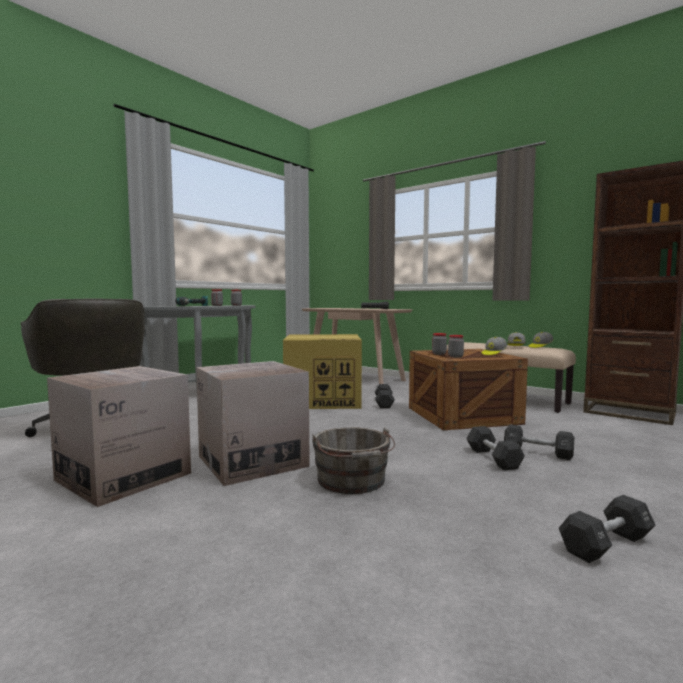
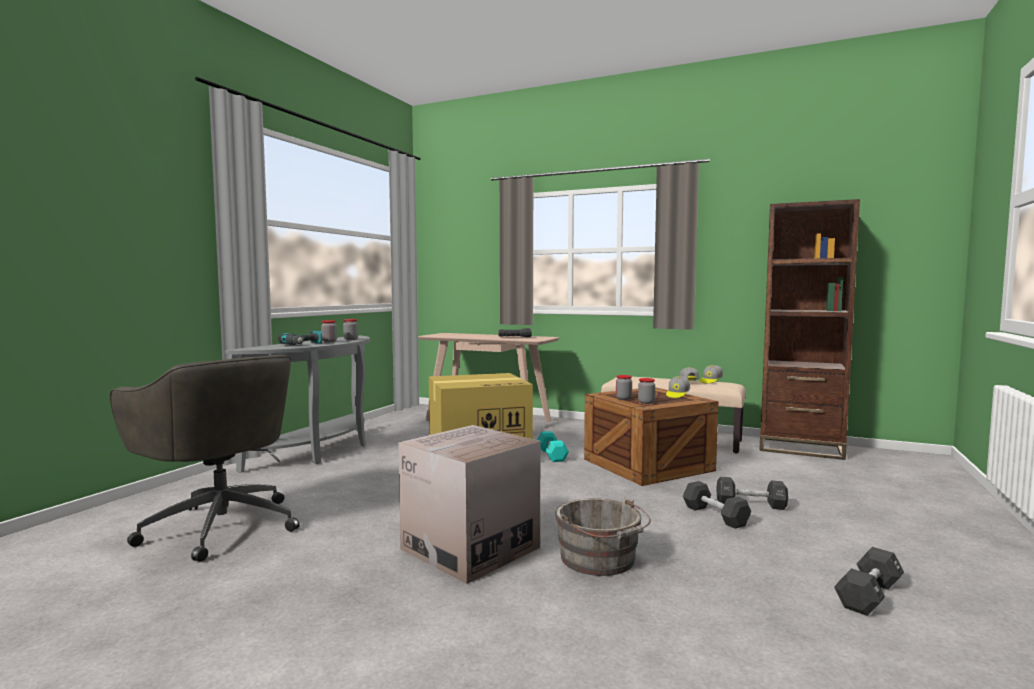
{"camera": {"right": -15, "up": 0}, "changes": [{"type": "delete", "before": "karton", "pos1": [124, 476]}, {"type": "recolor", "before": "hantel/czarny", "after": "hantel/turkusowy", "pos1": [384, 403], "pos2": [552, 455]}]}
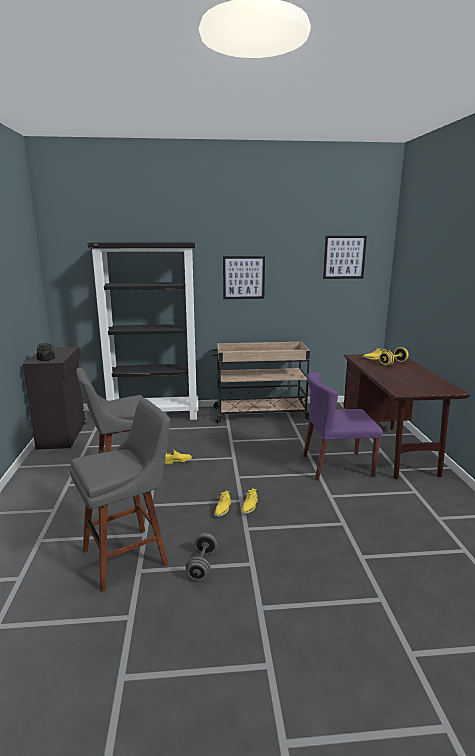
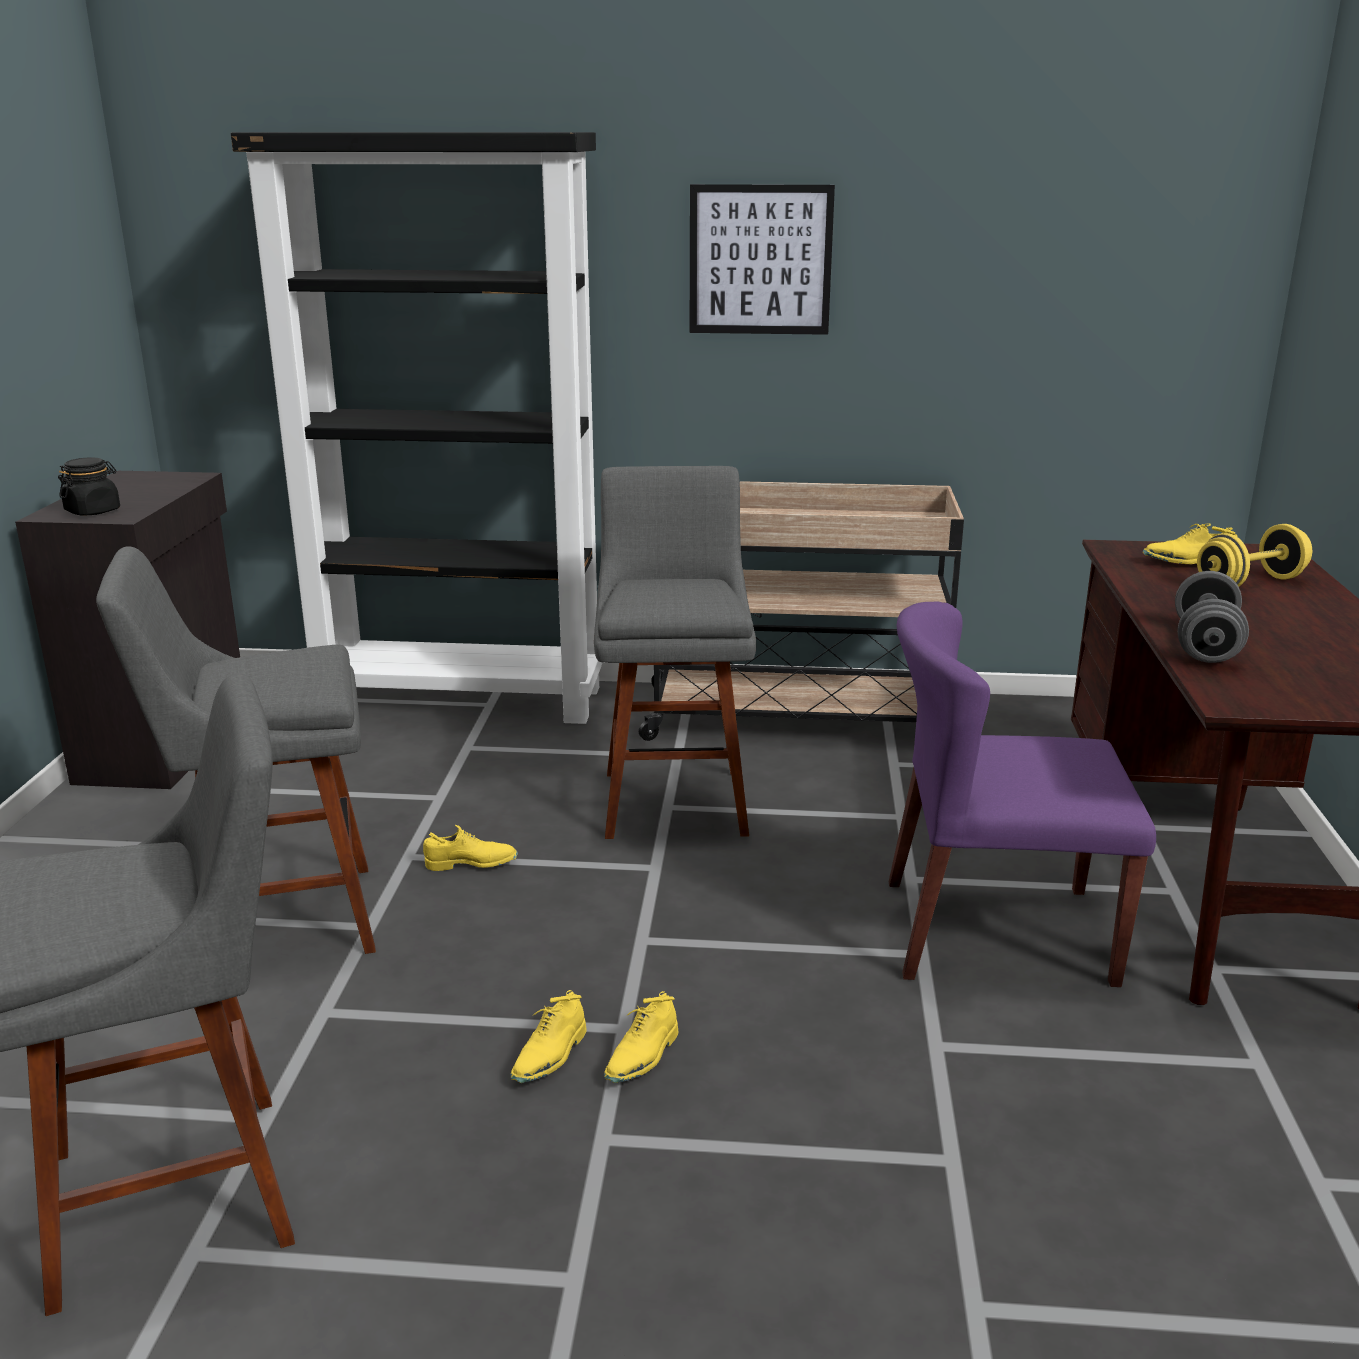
{"camera": {"right": 10, "up": 5}, "changes": [{"type": "delete", "before": "obraz", "pos1": [344, 257]}, {"type": "move", "before": "hantel/szary", "pos1": [202, 565], "pos2": [1205, 645]}, {"type": "insert", "after": "stołek/szary", "pos2": [674, 798]}]}
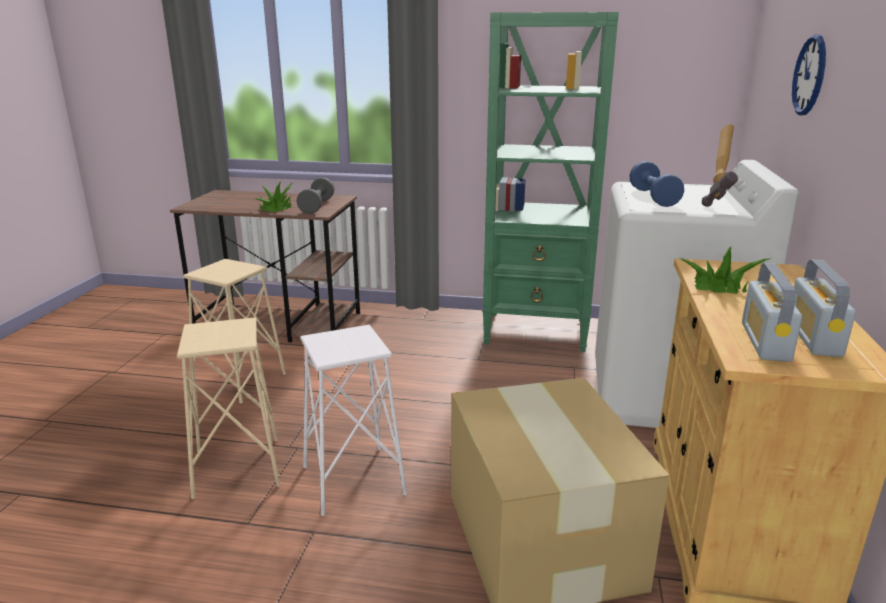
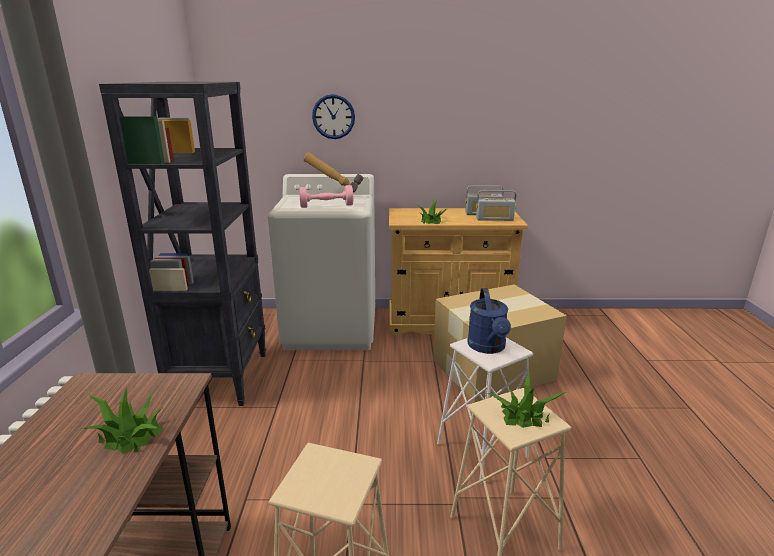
{"camera": {"right": -100, "up": 0}, "changes": [{"type": "recolor", "before": "regał/zielony", "after": "regał/czarny", "pos1": [537, 332], "pos2": [221, 377]}, {"type": "recolor", "before": "hantel/niebieski", "after": "hantel/różowy", "pos1": [653, 197], "pos2": [326, 206]}, {"type": "delete", "before": "hantel/szary", "pos1": [317, 206]}, {"type": "insert", "after": "konewka/niebieski", "pos2": [488, 348]}, {"type": "insert", "after": "roślina doniczkowa", "pos2": [523, 415]}]}
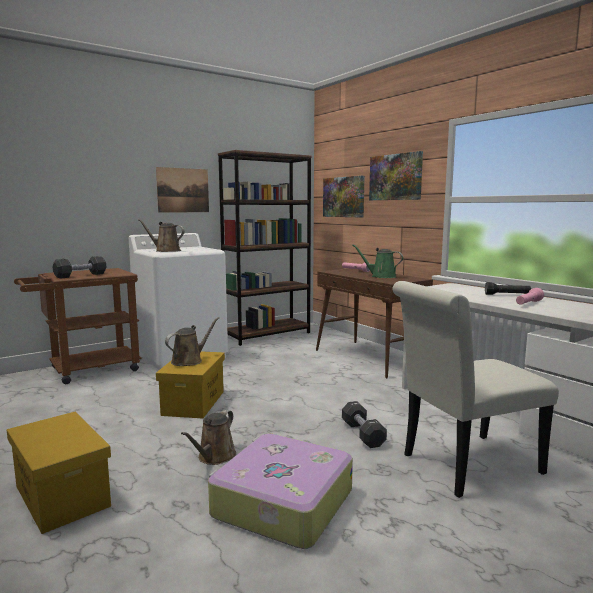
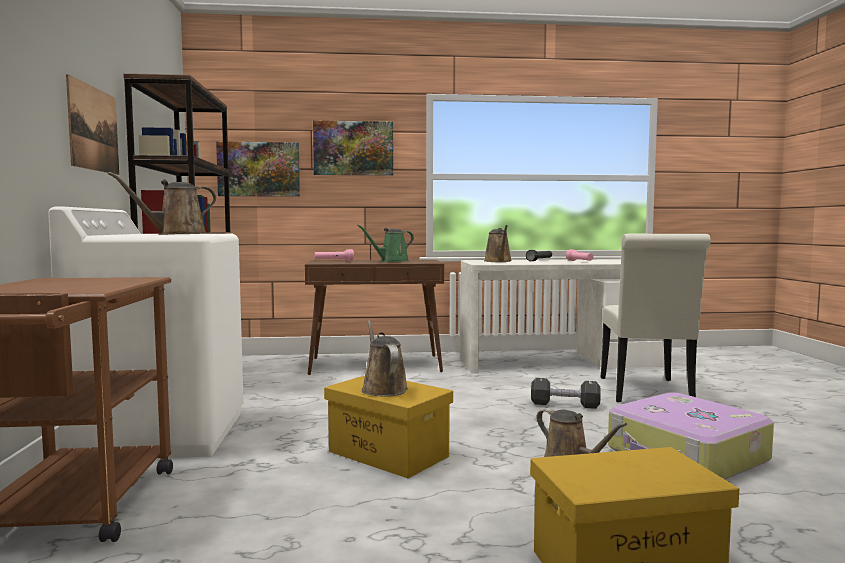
{"camera": {"right": -60, "up": -5}, "changes": [{"type": "delete", "before": "hantel/czarny", "pos1": [80, 275]}, {"type": "insert", "after": "konewka/brązowy", "pos2": [498, 261]}]}
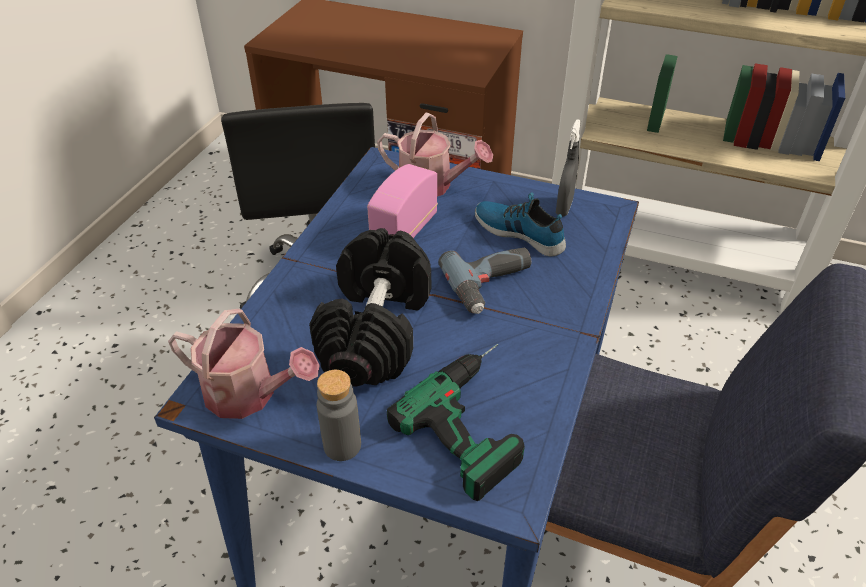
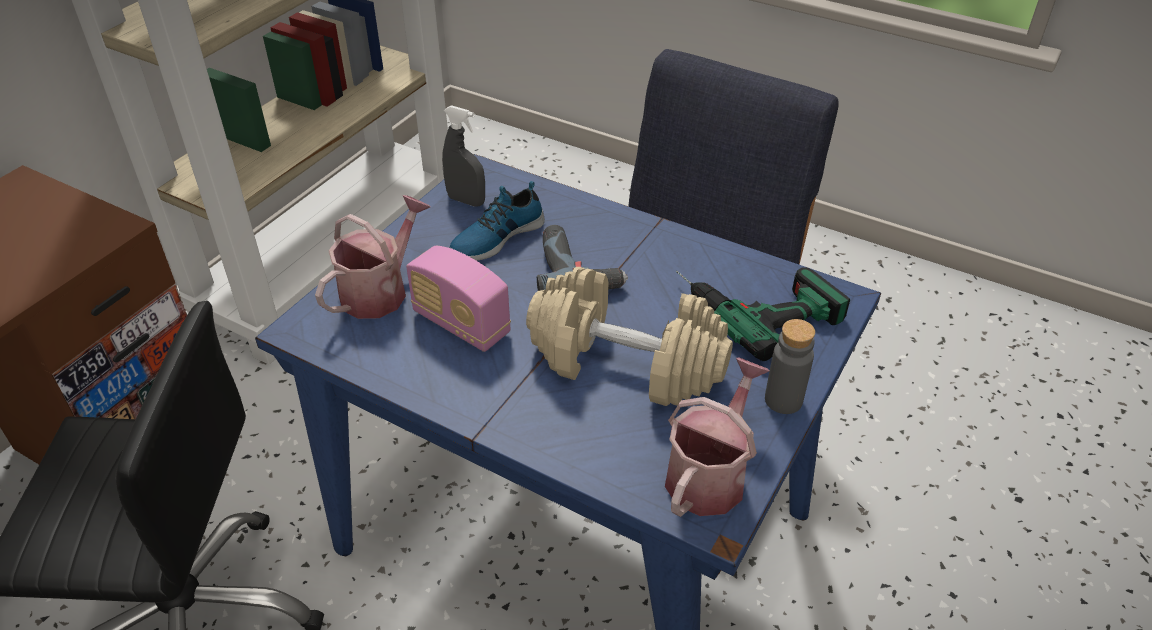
{"camera": {"right": -80, "up": 0}, "changes": [{"type": "recolor", "before": "hantel/czarny", "after": "hantel/beżowy", "pos1": [374, 329], "pos2": [625, 363]}]}
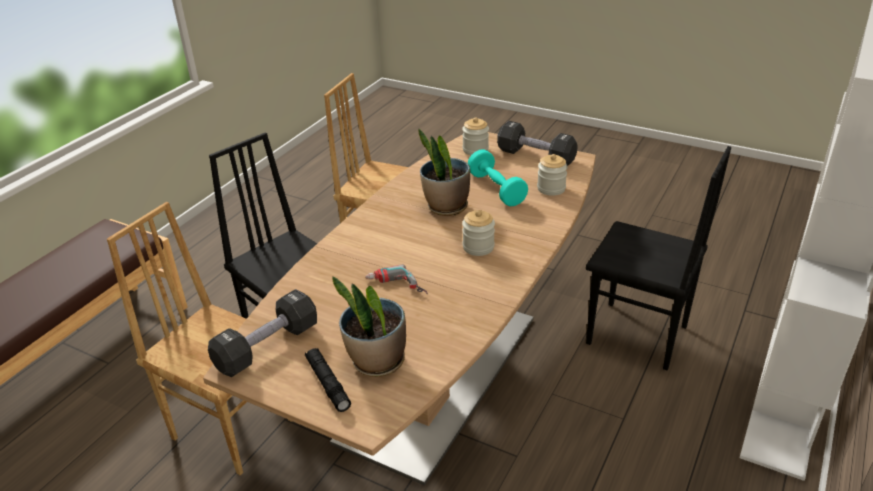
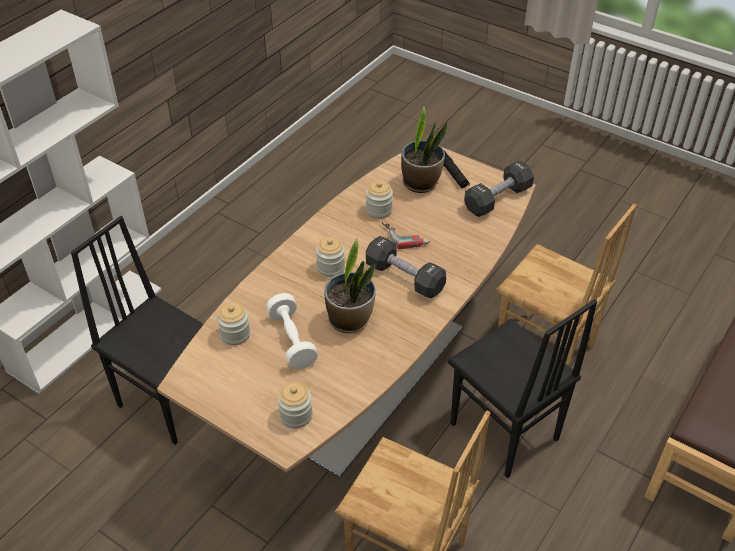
{"camera": {"right": -175, "up": 10}, "changes": [{"type": "move", "before": "hantel/czarny", "pos1": [536, 156], "pos2": [404, 277]}, {"type": "recolor", "before": "hantel/turkusowy", "after": "hantel/biały", "pos1": [496, 189], "pos2": [292, 340]}, {"type": "insert", "after": "słoik", "pos2": [379, 210]}]}
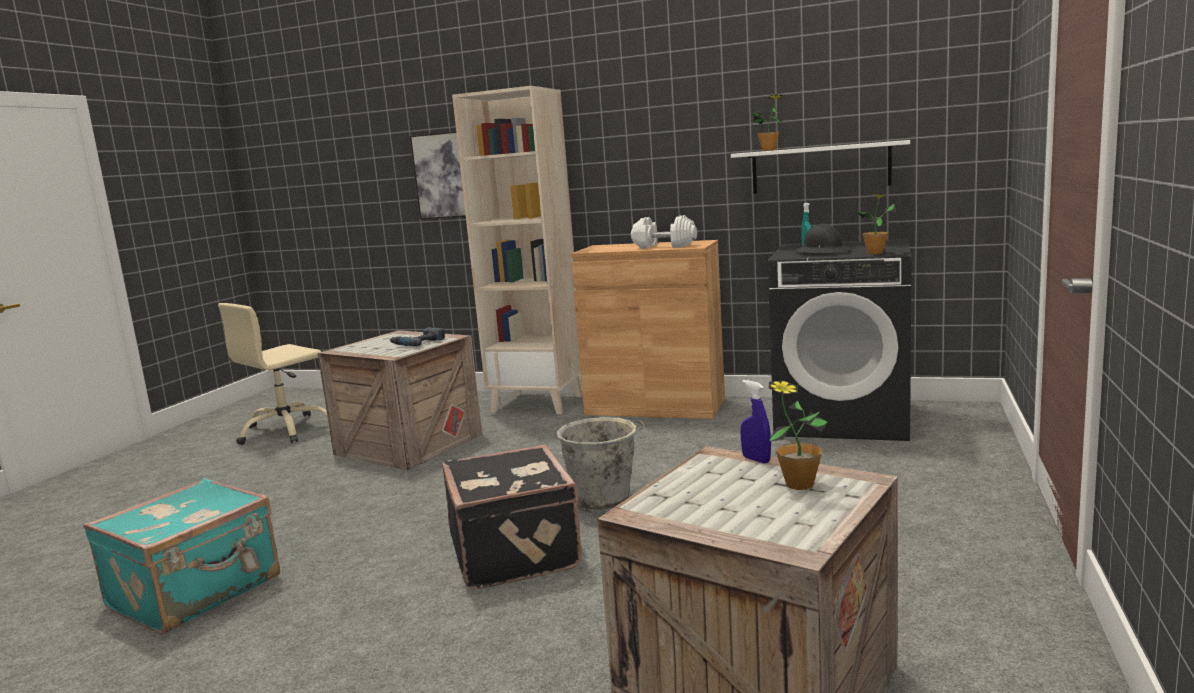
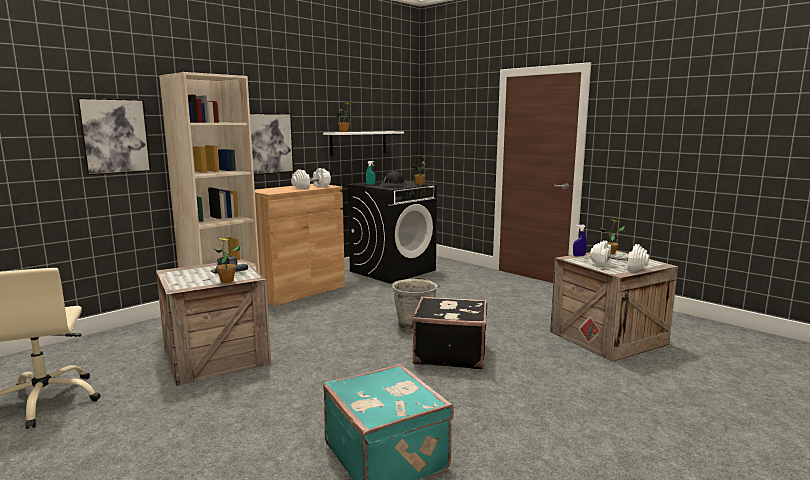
{"camera": {"right": -65, "up": 0}, "changes": [{"type": "insert", "after": "obraz", "pos2": [270, 143]}, {"type": "insert", "after": "roślina doniczkowa", "pos2": [227, 281]}, {"type": "insert", "after": "hantel/biały", "pos2": [618, 266]}]}
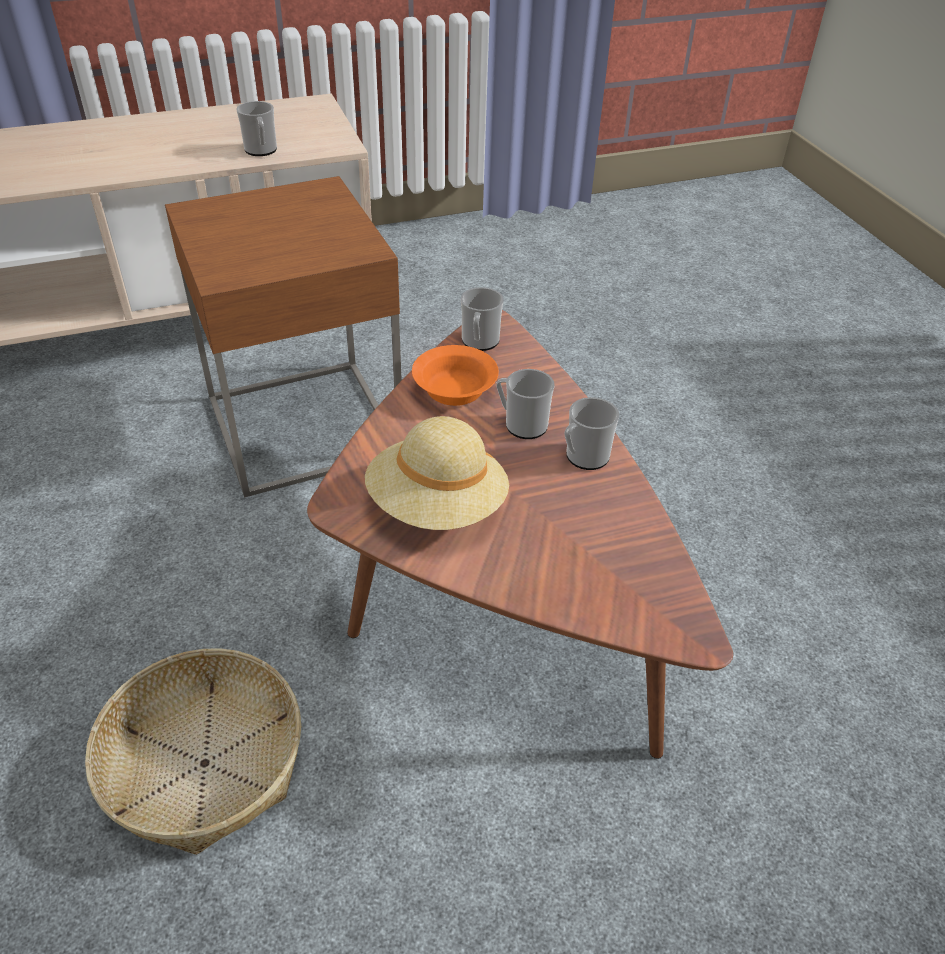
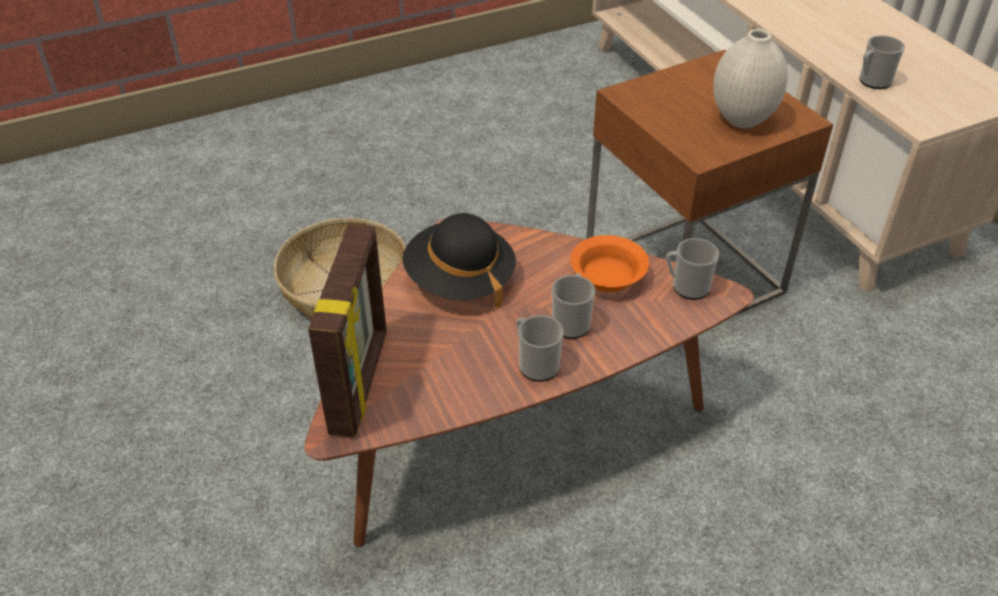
{"camera": {"right": 85, "up": 0}, "changes": [{"type": "recolor", "before": "kapelusz/beżowy", "after": "kapelusz/czarny", "pos1": [437, 506], "pos2": [459, 280]}, {"type": "insert", "after": "wazon/biały", "pos2": [743, 120]}, {"type": "insert", "after": "ramka na zdjęcie", "pos2": [361, 382]}]}
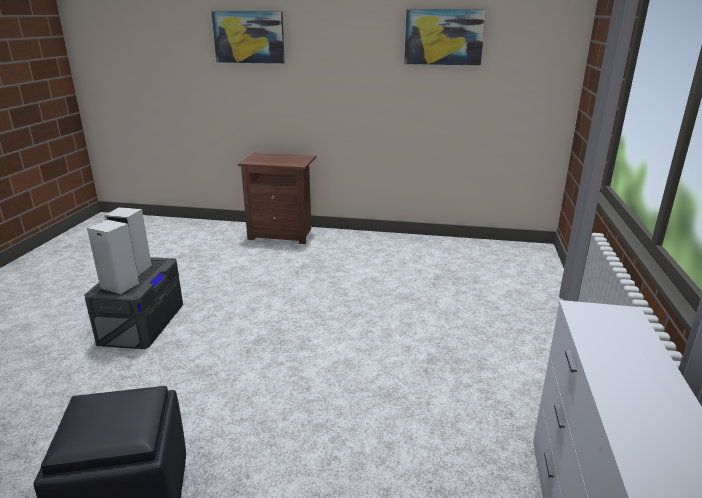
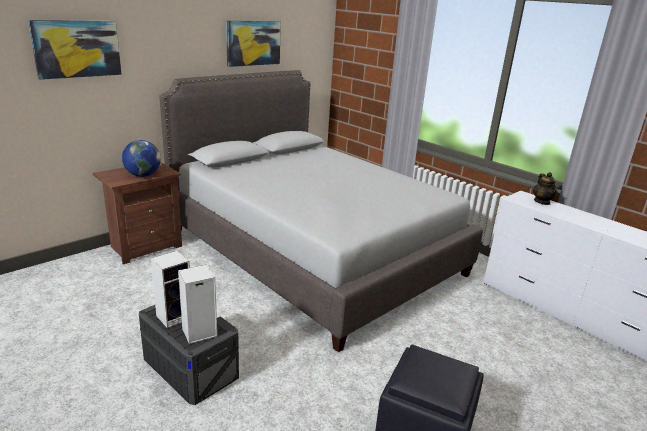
{"camera": {"right": -55, "up": 0}, "changes": [{"type": "insert", "after": "łóżko/szary", "pos2": [313, 251]}, {"type": "insert", "after": "globus", "pos2": [143, 175]}, {"type": "insert", "after": "imbryk", "pos2": [542, 202]}]}
